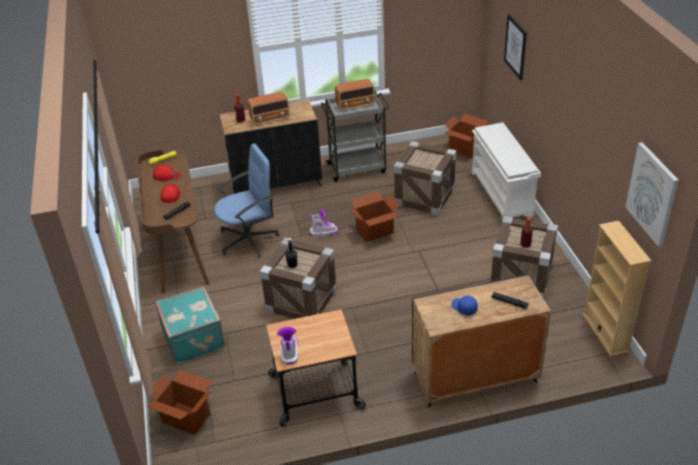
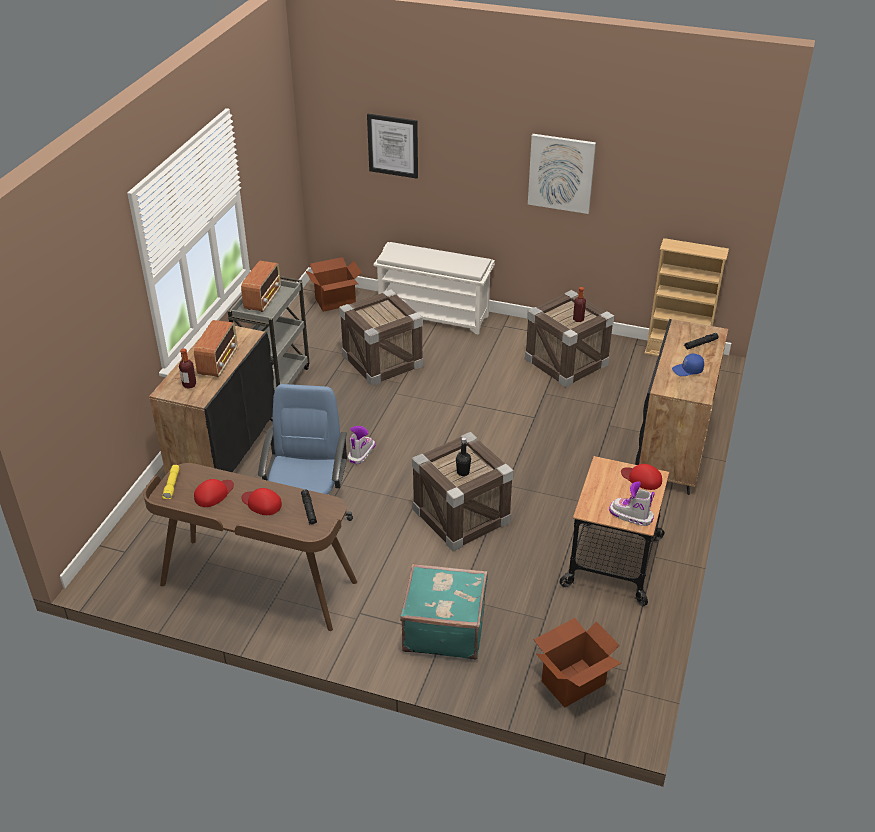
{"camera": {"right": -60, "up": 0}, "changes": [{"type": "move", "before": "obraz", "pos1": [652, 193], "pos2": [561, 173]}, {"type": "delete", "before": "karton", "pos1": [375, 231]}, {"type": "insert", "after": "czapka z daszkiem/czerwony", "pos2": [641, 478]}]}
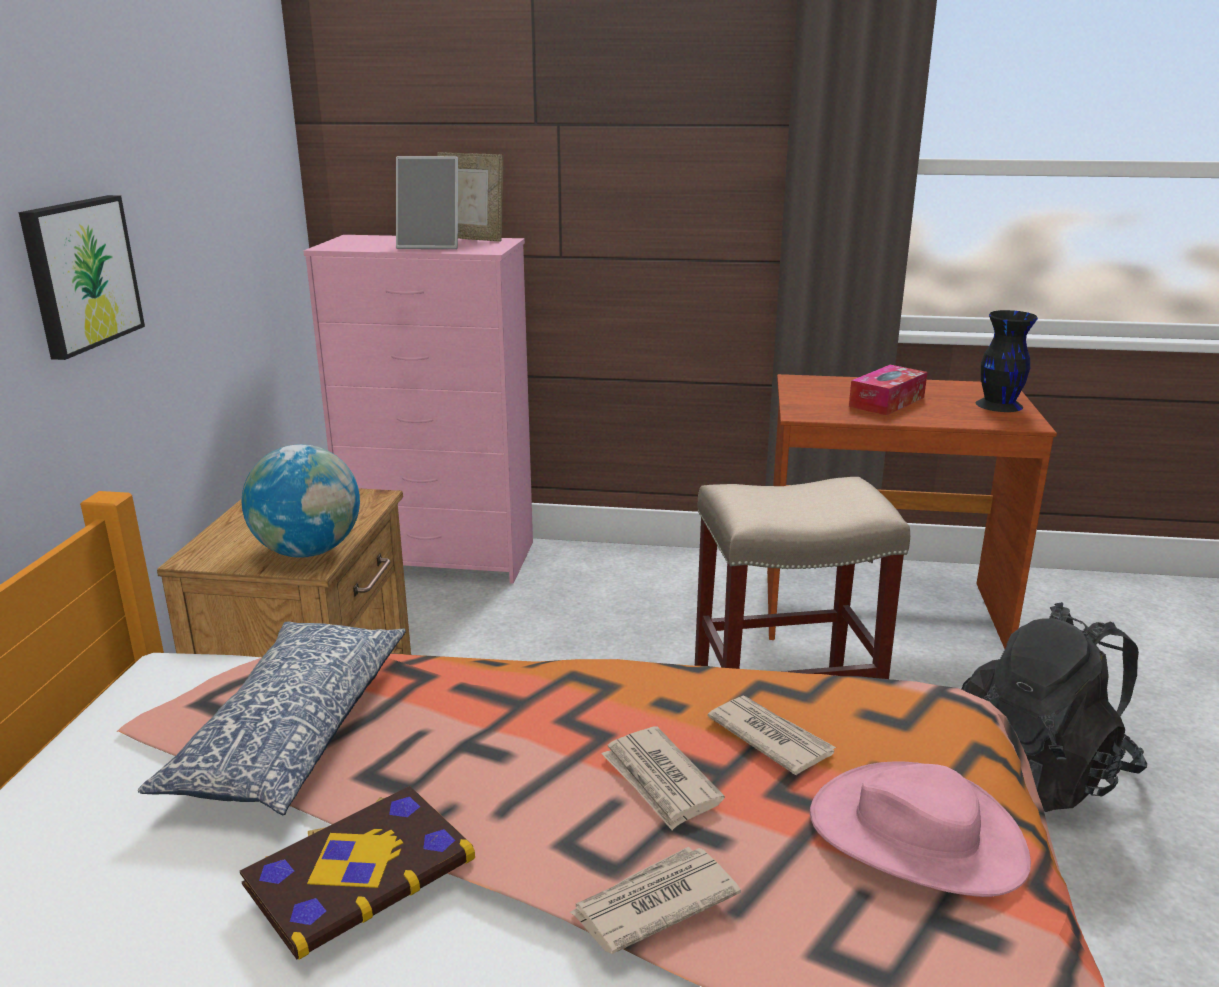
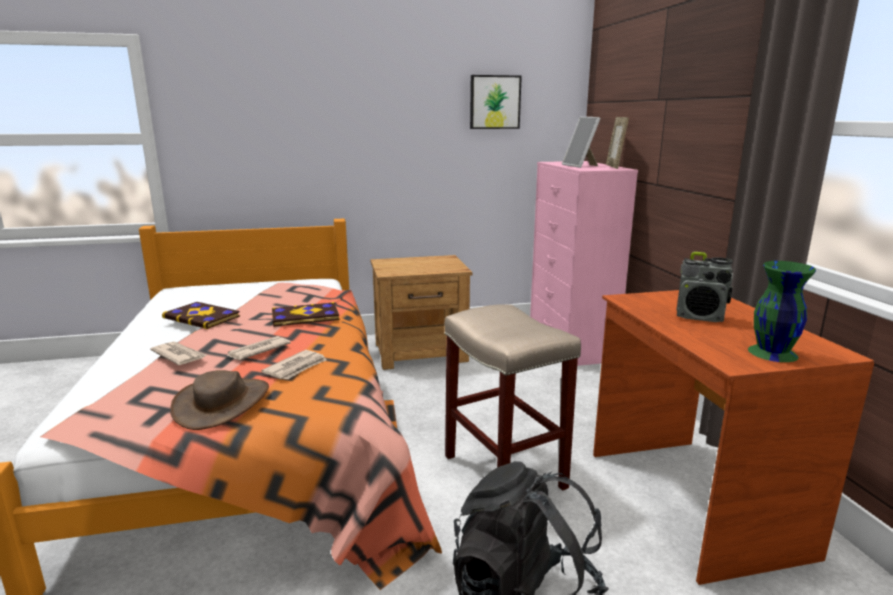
{"camera": {"right": 70, "up": -5}, "changes": [{"type": "move", "before": "obraz", "pos1": [80, 274], "pos2": [494, 102]}, {"type": "recolor", "before": "wazon/czarny", "after": "wazon/zielony", "pos1": [998, 405], "pos2": [771, 353]}, {"type": "replace", "before": "pudełko chusteczek", "after": "radio", "pos1": [887, 402], "pos2": [700, 317]}, {"type": "delete", "before": "globus", "pos1": [308, 551]}, {"type": "delete", "before": "poduszka", "pos1": [290, 732]}, {"type": "recolor", "before": "kapelusz/różowy", "after": "kapelusz/brązowy", "pos1": [916, 835], "pos2": [223, 403]}, {"type": "insert", "after": "książka", "pos2": [305, 317]}]}
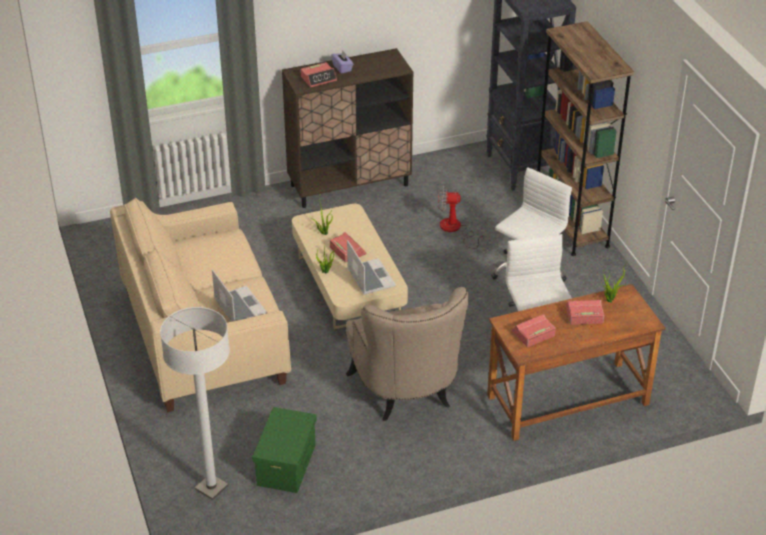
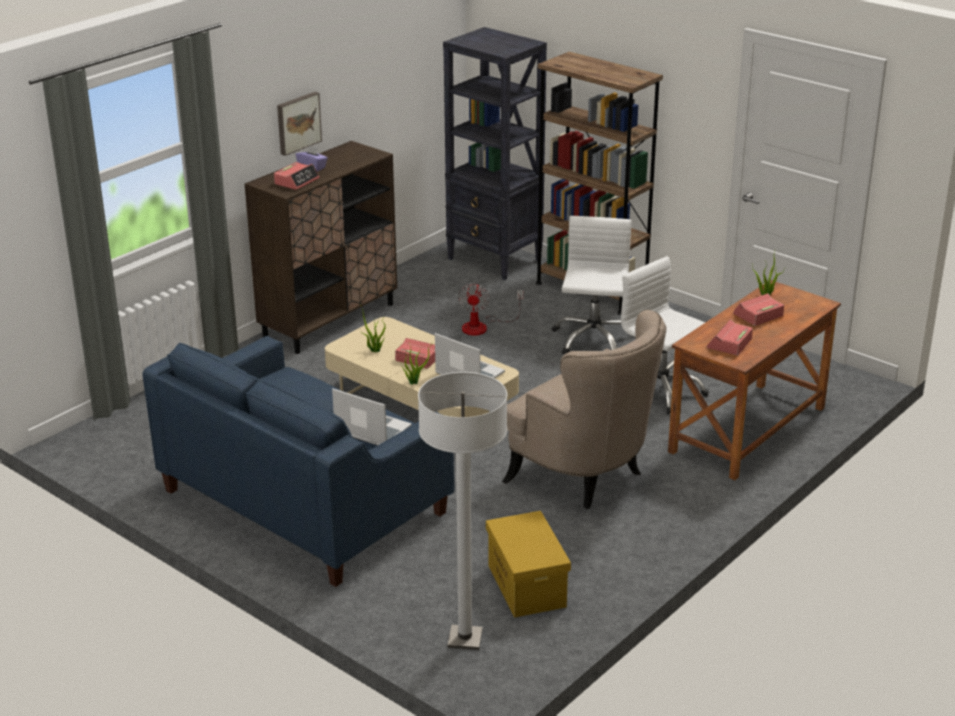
{"camera": {"right": -30, "up": -10}, "changes": [{"type": "rotate", "before": "wentylator", "pos1": [455, 229], "pos2": [482, 326], "turn": -60}, {"type": "recolor", "before": "kanapa/beżowy", "after": "kanapa/niebieski", "pos1": [204, 336], "pos2": [304, 501]}, {"type": "recolor", "before": "pojemnik do przechowywania/zielony", "after": "pojemnik do przechowywania/żółty", "pos1": [286, 464], "pos2": [526, 585]}, {"type": "insert", "after": "obraz", "pos2": [297, 122]}]}
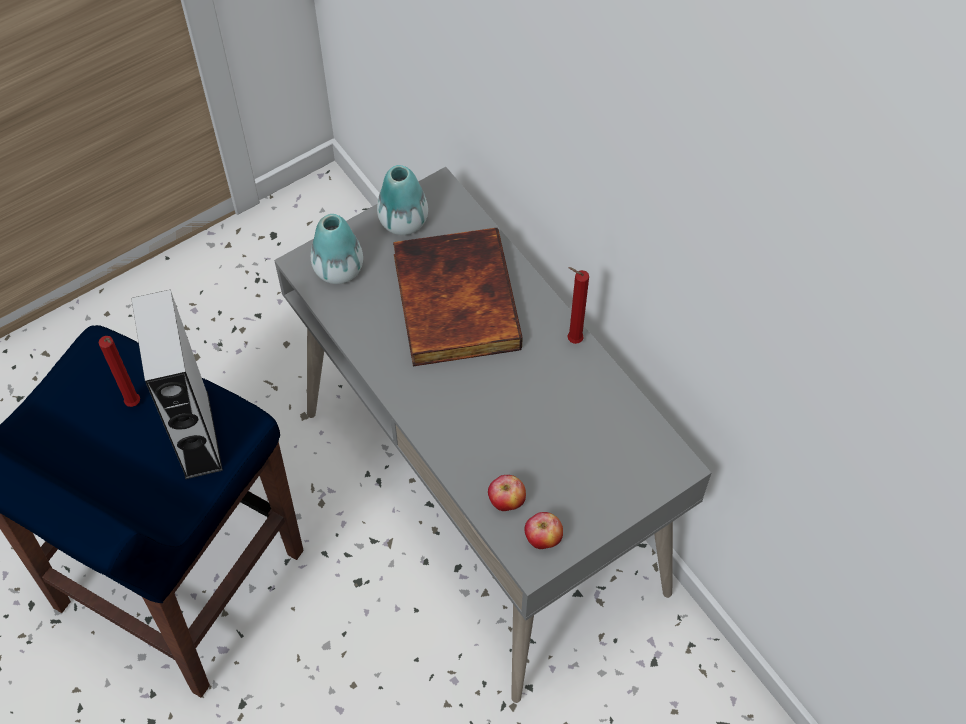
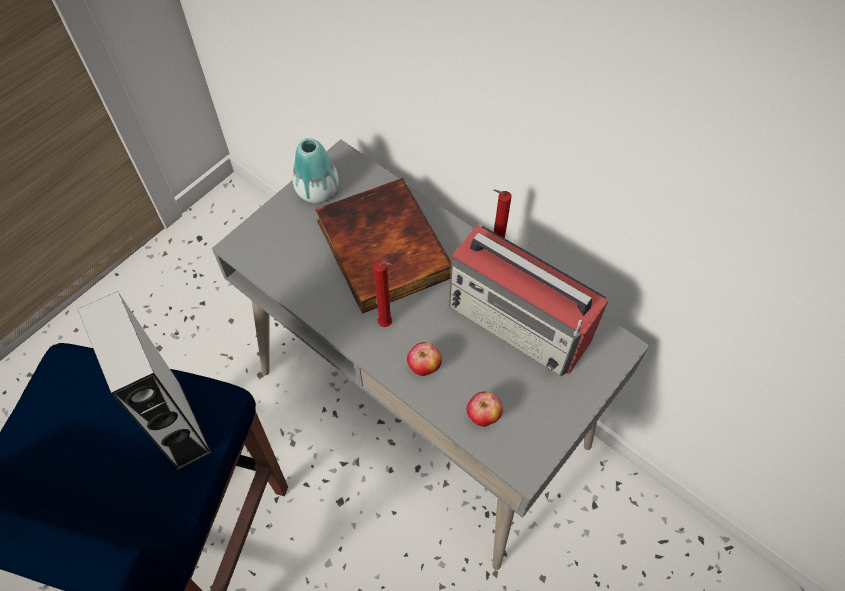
{"camera": {"right": -15, "up": 0}, "changes": [{"type": "delete", "before": "wazon", "pos1": [338, 269]}, {"type": "move", "before": "świeca/czerwony", "pos1": [135, 405], "pos2": [387, 325]}, {"type": "move", "before": "jabłko", "pos1": [543, 539], "pos2": [424, 367]}, {"type": "insert", "after": "radio", "pos2": [519, 323]}]}
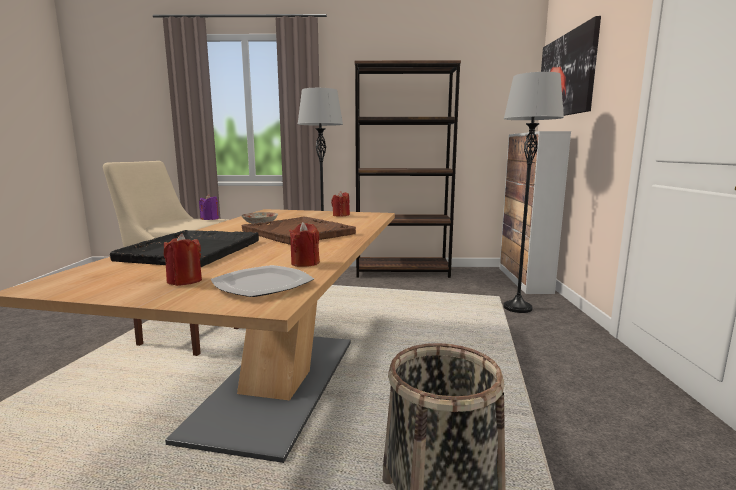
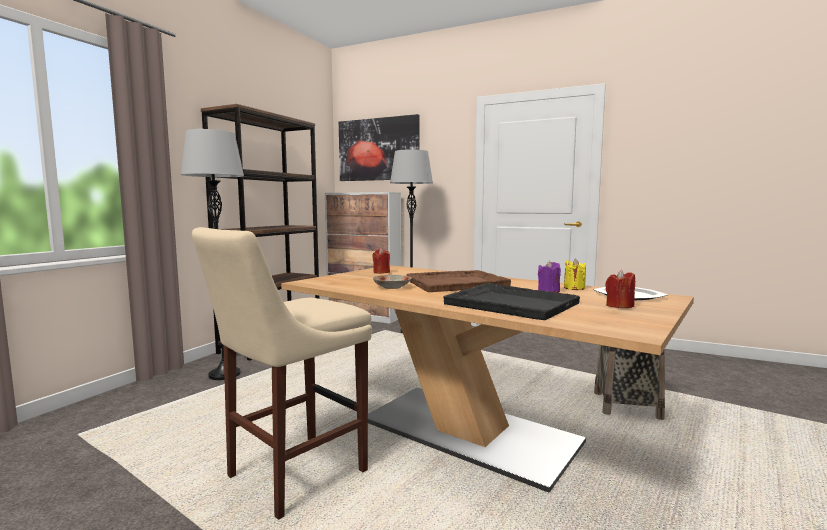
{"camera": {"right": -65, "up": -5}, "changes": [{"type": "move", "before": "świeca/fioletowy", "pos1": [210, 219], "pos2": [548, 291]}, {"type": "recolor", "before": "świeca/czerwony", "after": "świeca/żółty", "pos1": [305, 263], "pos2": [574, 288]}]}
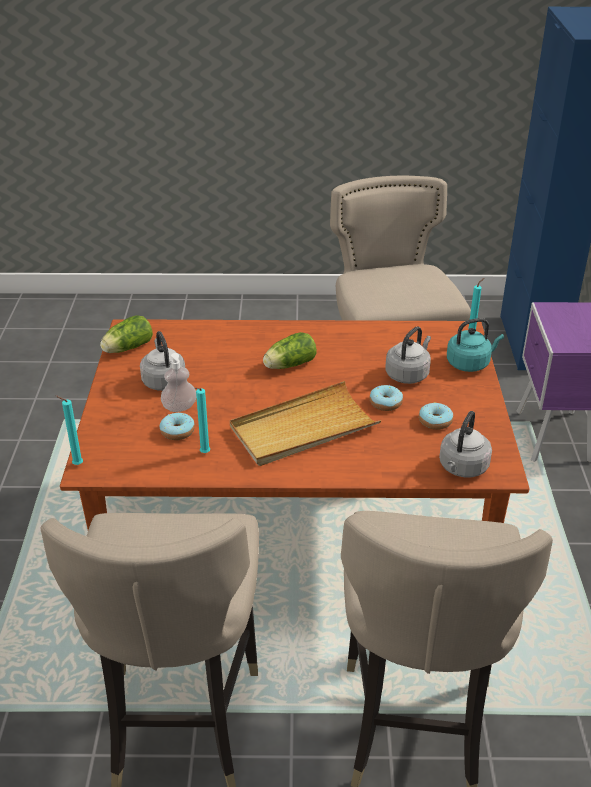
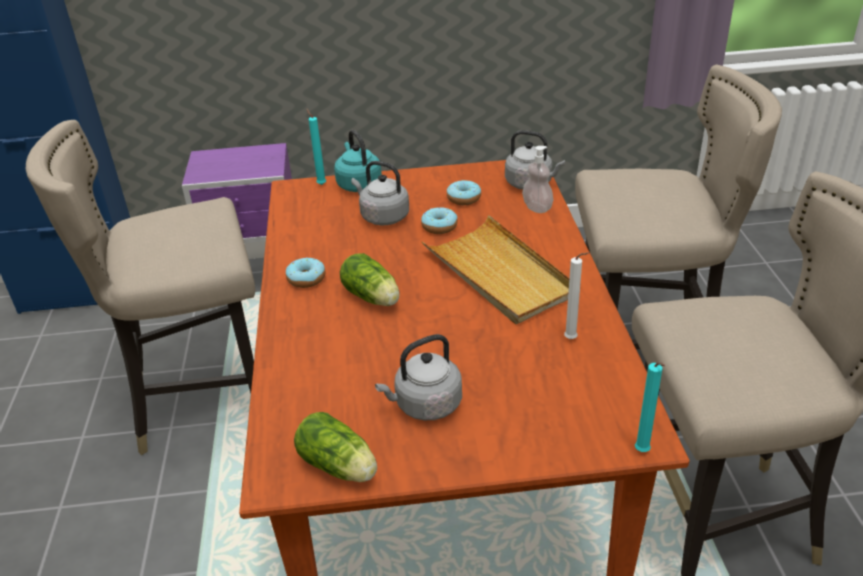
{"camera": {"right": -95, "up": 0}, "changes": [{"type": "move", "before": "dozownik mydła", "pos1": [179, 407], "pos2": [537, 208]}, {"type": "recolor", "before": "świeca/turkusowy", "after": "świeca/biały", "pos1": [204, 454], "pos2": [572, 339]}, {"type": "move", "before": "donut", "pos1": [177, 432], "pos2": [306, 279]}]}
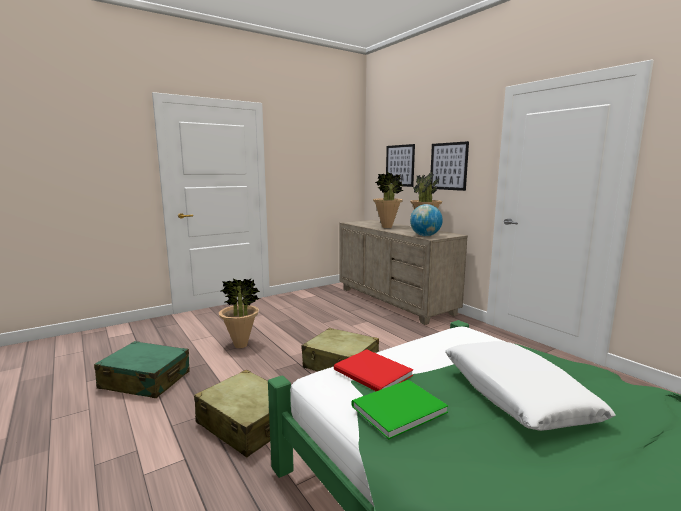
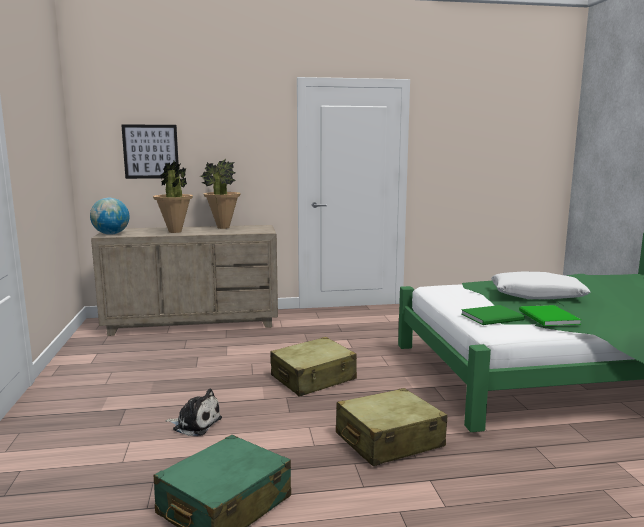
{"camera": {"right": -65, "up": 0}, "changes": [{"type": "delete", "before": "obraz", "pos1": [448, 166]}, {"type": "move", "before": "globus", "pos1": [425, 236], "pos2": [111, 234]}, {"type": "replace", "before": "roślina doniczkowa", "after": "pluszak", "pos1": [241, 345], "pos2": [195, 424]}, {"type": "recolor", "before": "książka/czerwony", "after": "książka/zielony", "pos1": [373, 374], "pos2": [494, 317]}]}
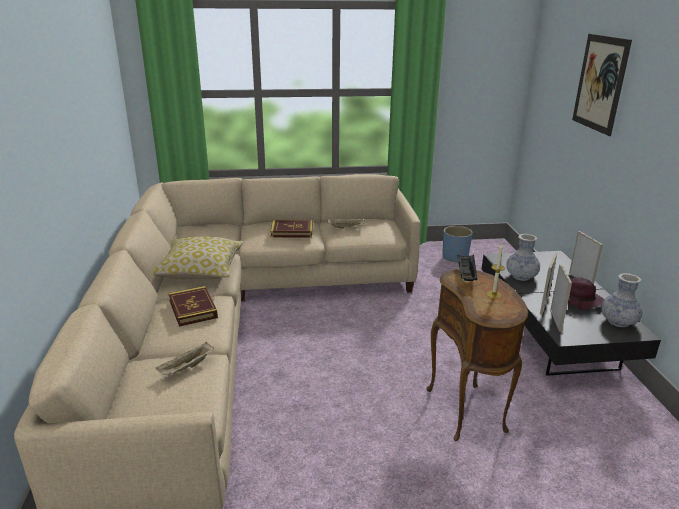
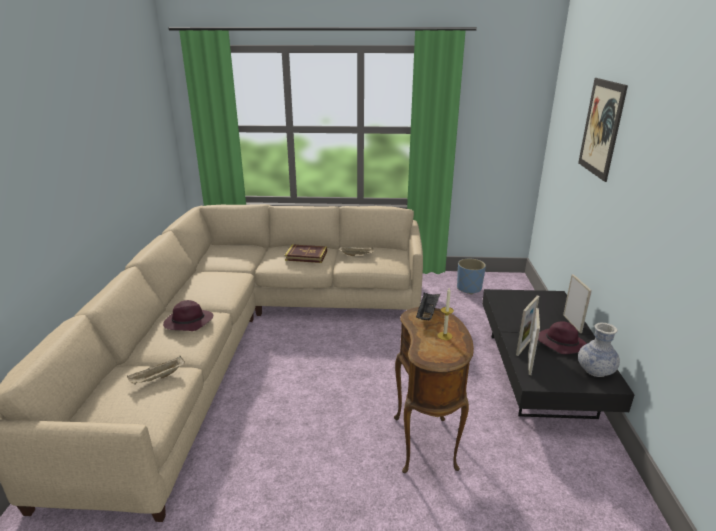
{"camera": {"right": 10, "up": 0}, "changes": [{"type": "delete", "before": "wazon", "pos1": [521, 276]}, {"type": "delete", "before": "poduszka", "pos1": [199, 270]}, {"type": "replace", "before": "książka", "after": "kapelusz/fioletowy", "pos1": [193, 309], "pos2": [188, 323]}]}
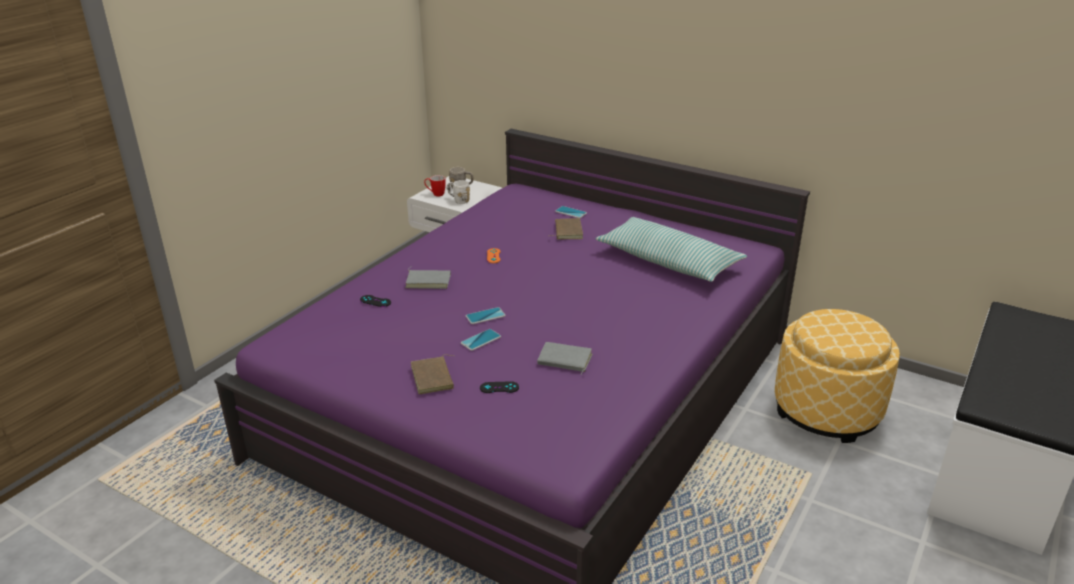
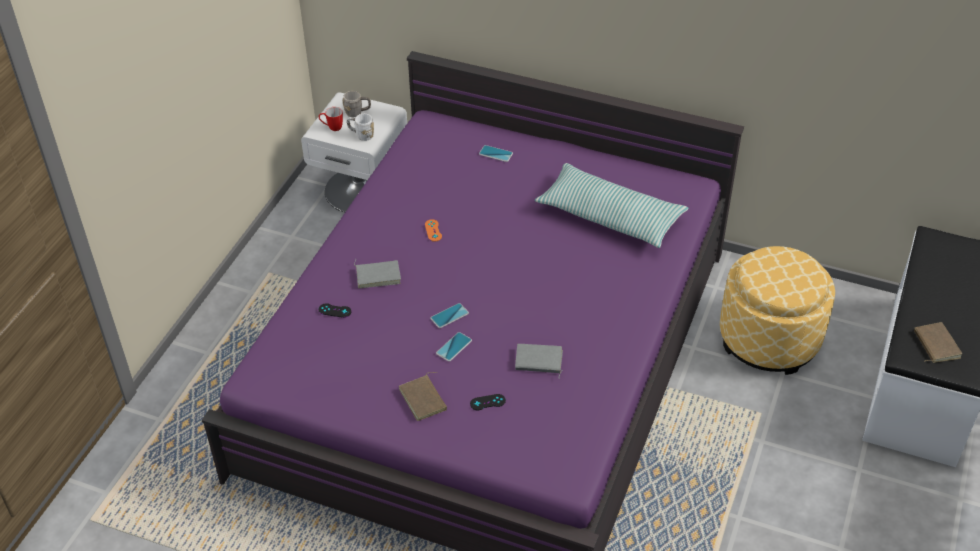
{"camera": {"right": -10, "up": 15}, "changes": [{"type": "move", "before": "książka/brązowy", "pos1": [567, 231], "pos2": [935, 345]}]}
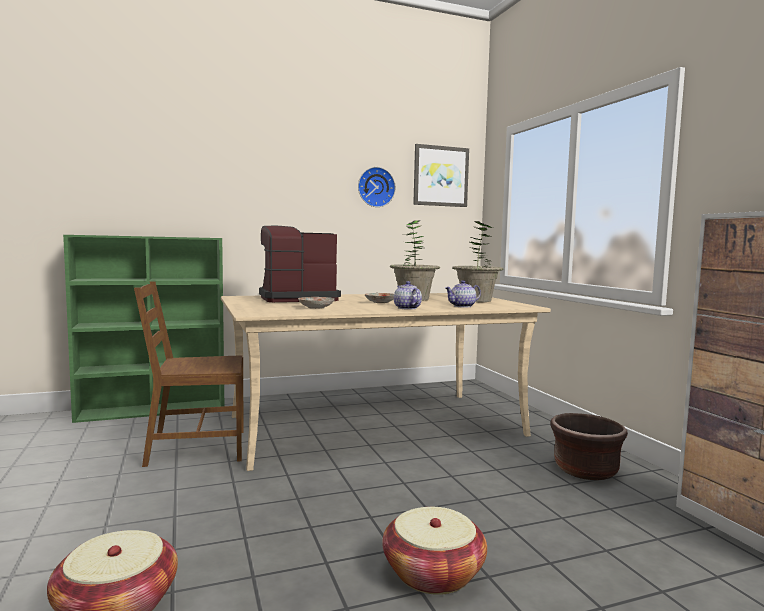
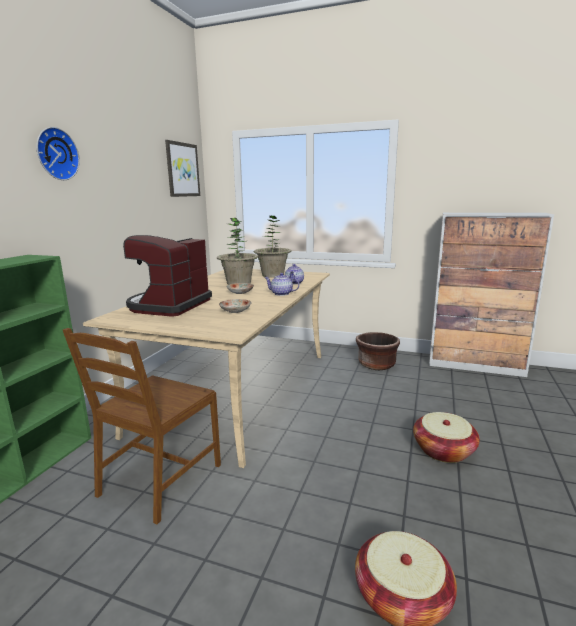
{"camera": {"right": -50, "up": 10}, "changes": [{"type": "move", "before": "zegar ścienny", "pos1": [375, 187], "pos2": [55, 154]}]}
